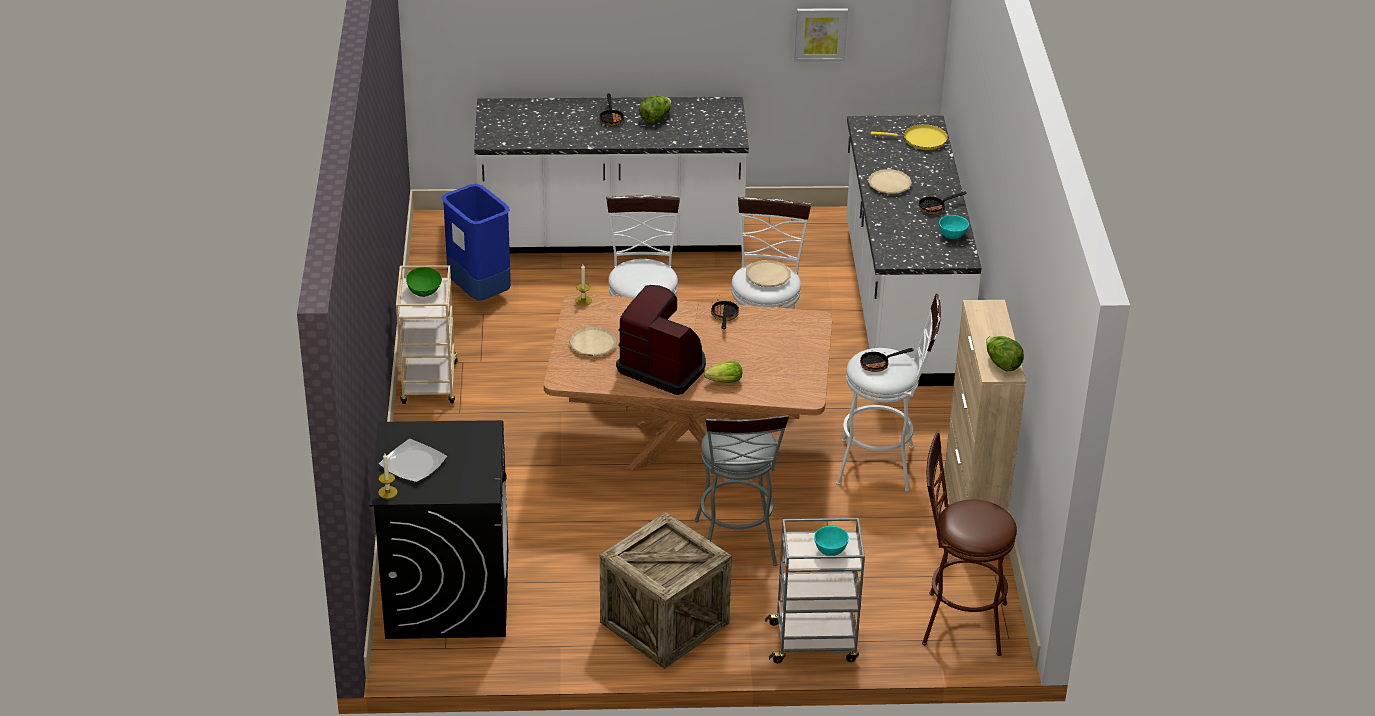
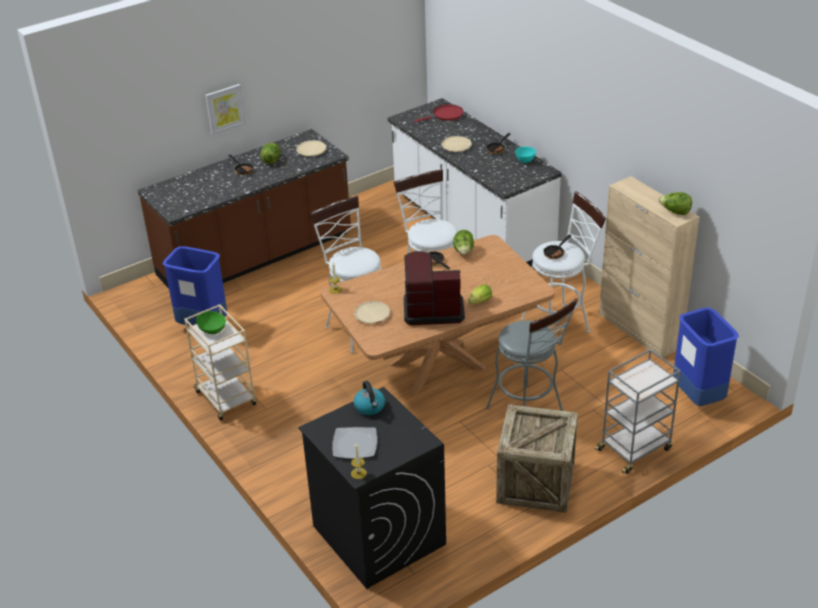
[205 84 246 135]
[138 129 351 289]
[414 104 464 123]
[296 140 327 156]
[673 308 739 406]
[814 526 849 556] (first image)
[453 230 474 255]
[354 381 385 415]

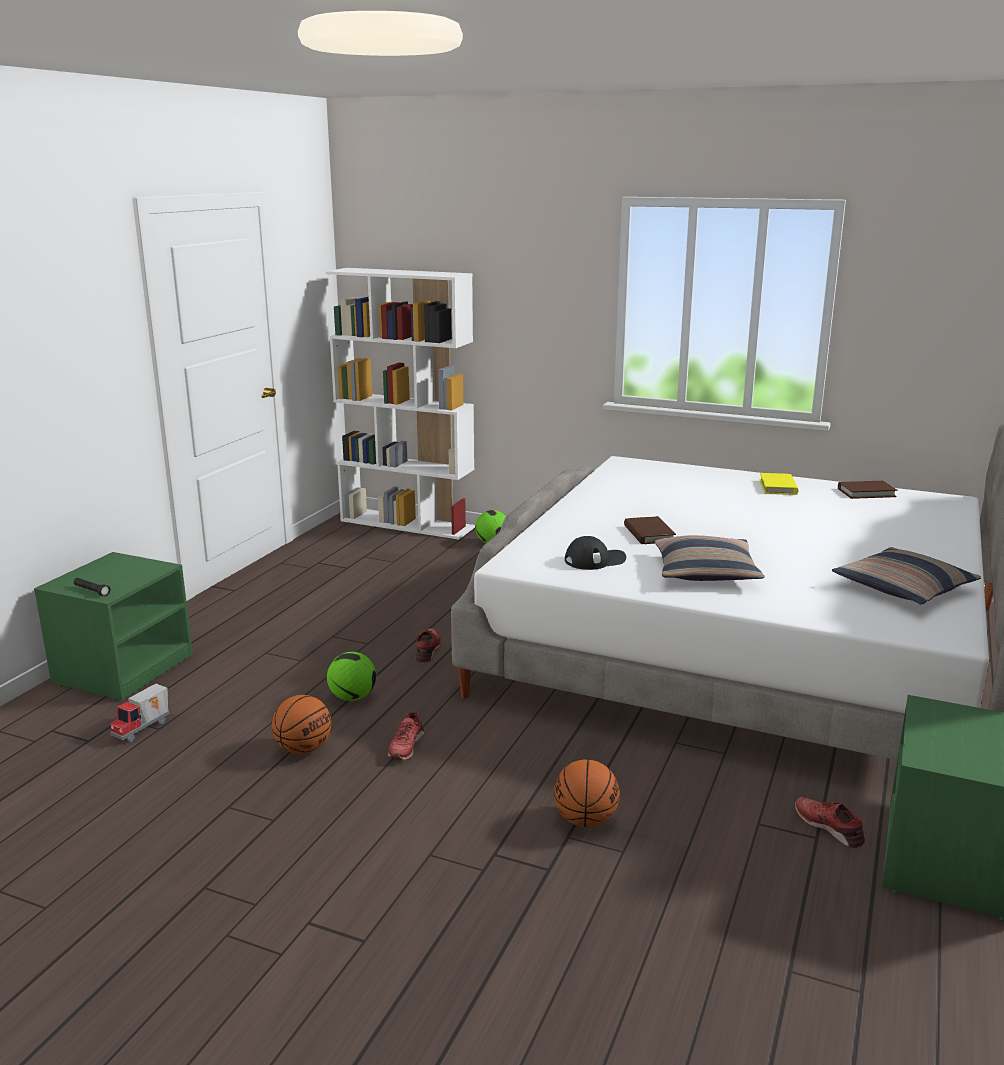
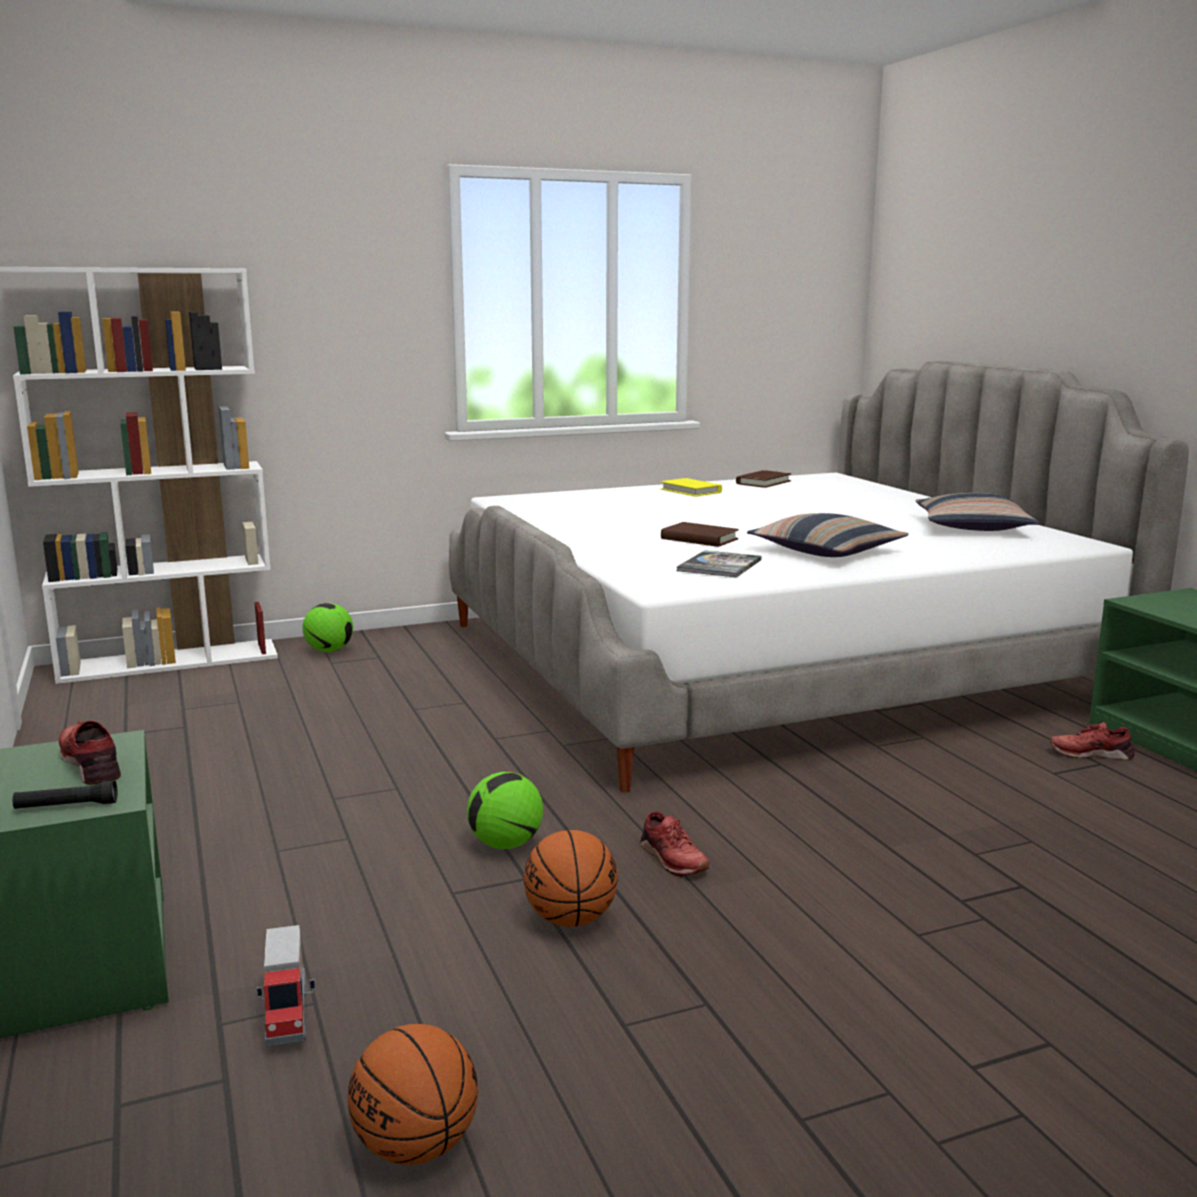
[677 550 762 577]
[59 720 121 785]
[348 1024 478 1165]

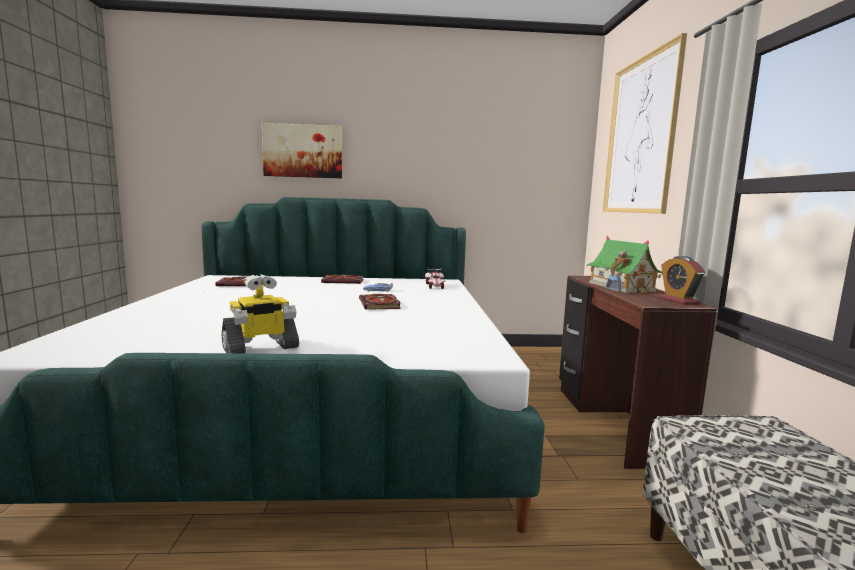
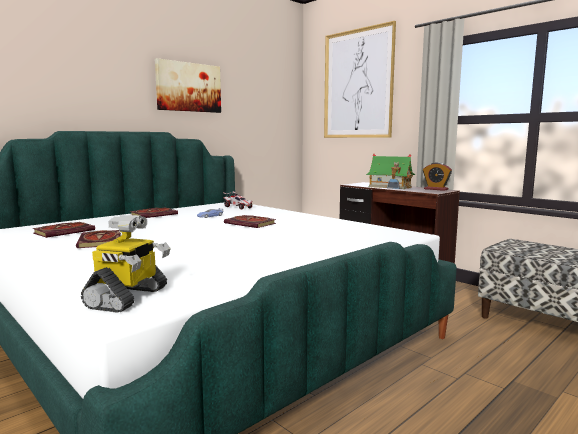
[155 58 221 113]
[81 215 170 313]
[76 230 121 248]

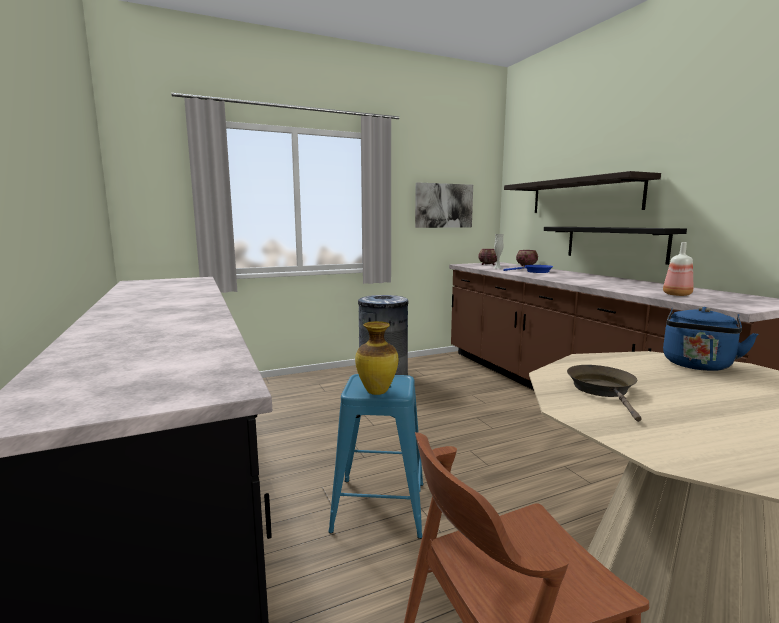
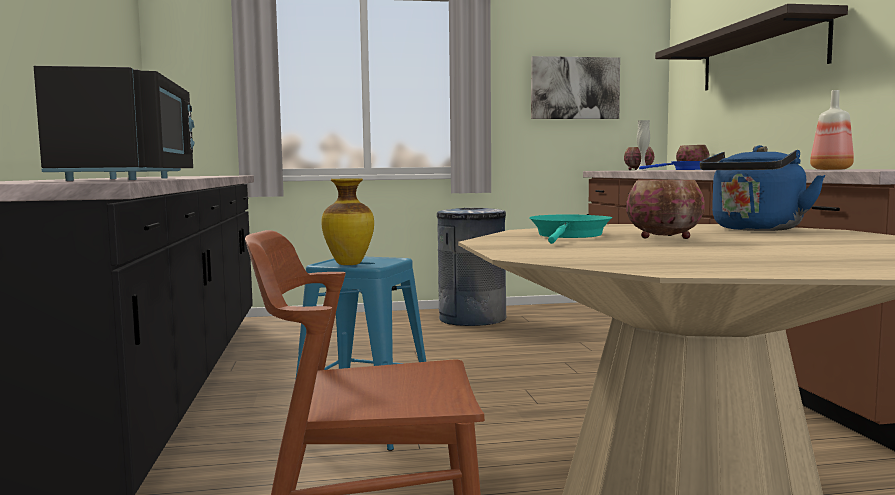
[544 227 687 265] (first image)
[529 214 612 244]
[34 66 194 181]
[626 180 705 239]

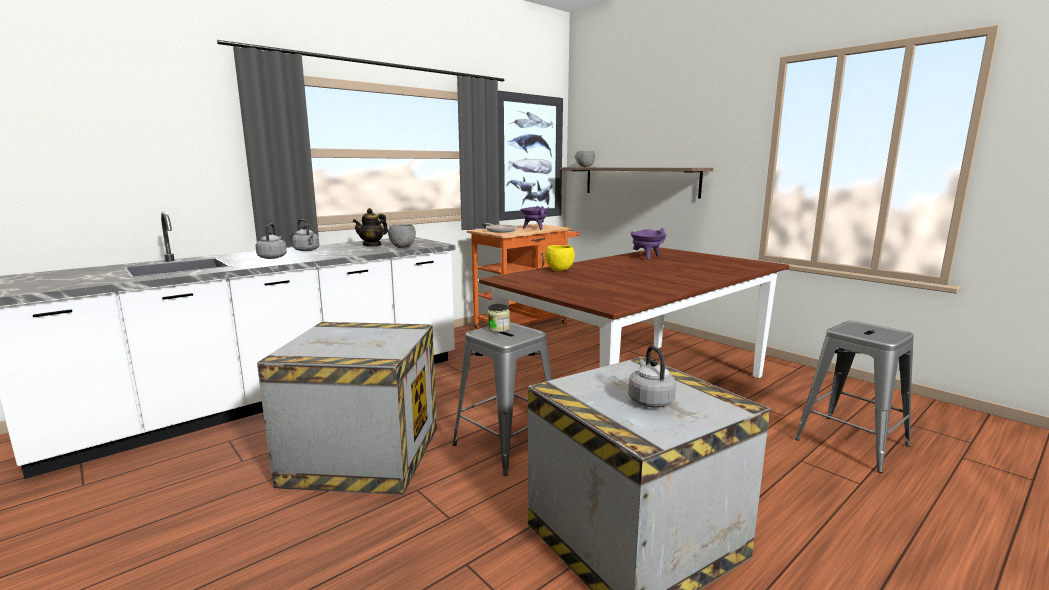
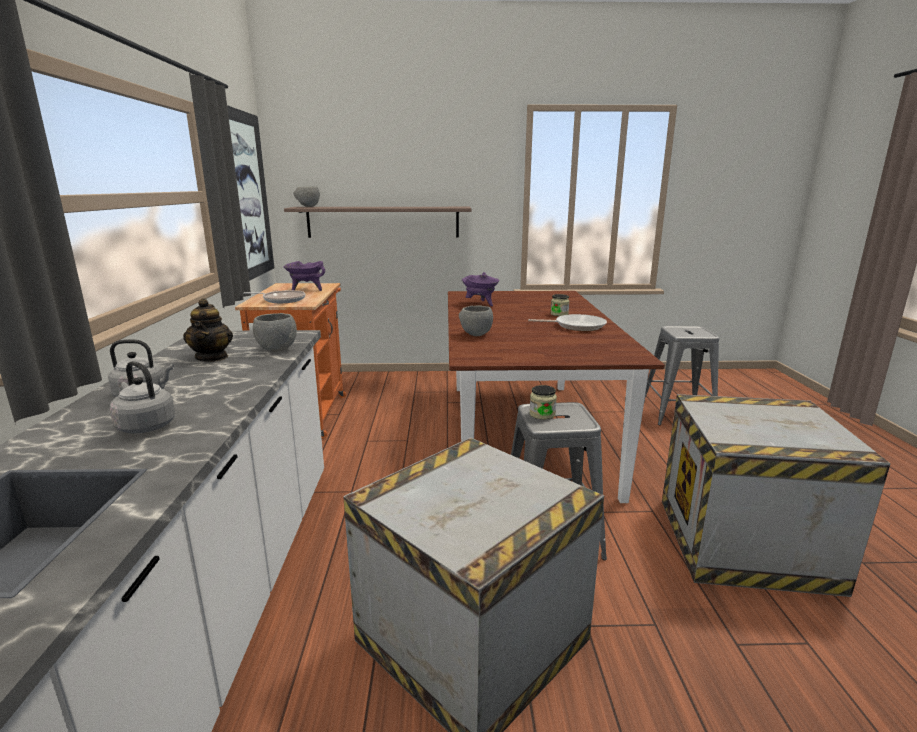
[459 305 493 336]
[628 346 676 408] (first image)
[551 294 569 316]
[528 314 607 331]

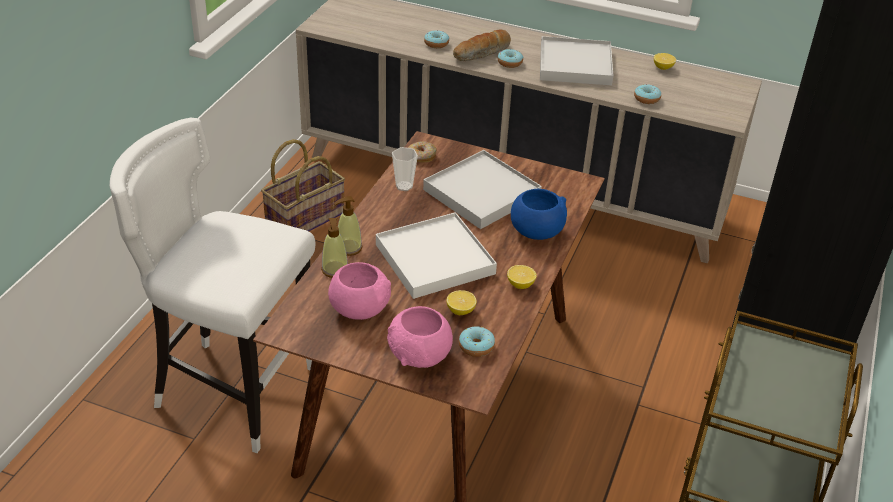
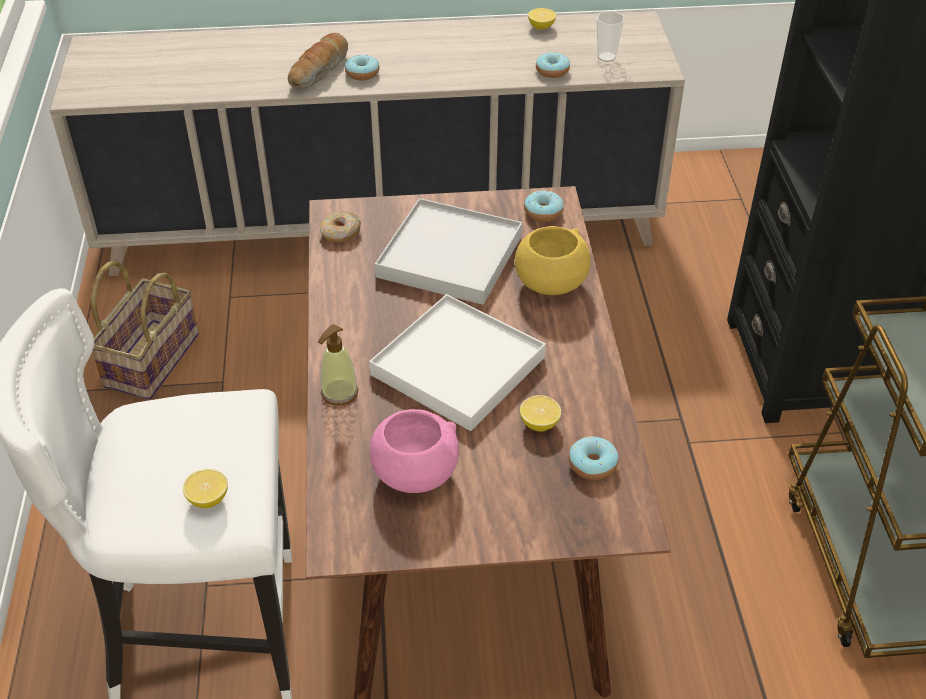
[524 191 564 222]
[540 36 613 85] (first image)
[596 11 625 62]
[515 226 591 295]
[321 218 348 278] (first image)
[183 469 228 508]
[387 306 453 368] (first image)

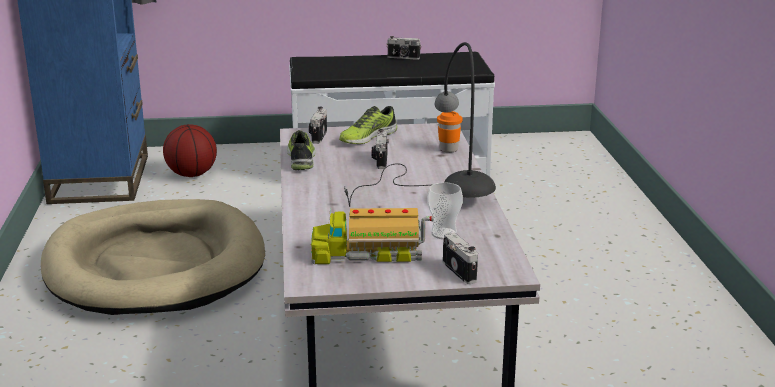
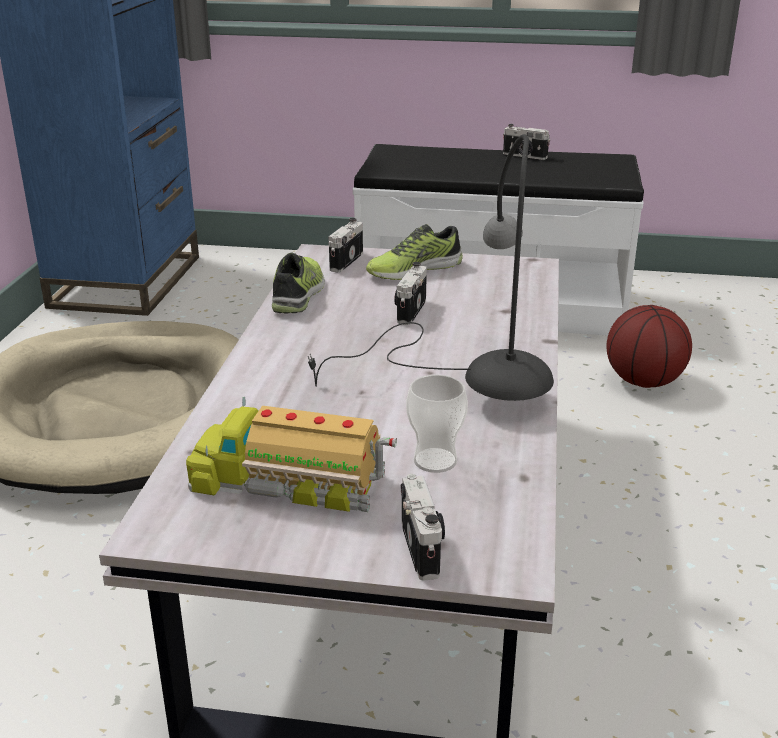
[437 111 462 153] (first image)
[606 305 692 388]

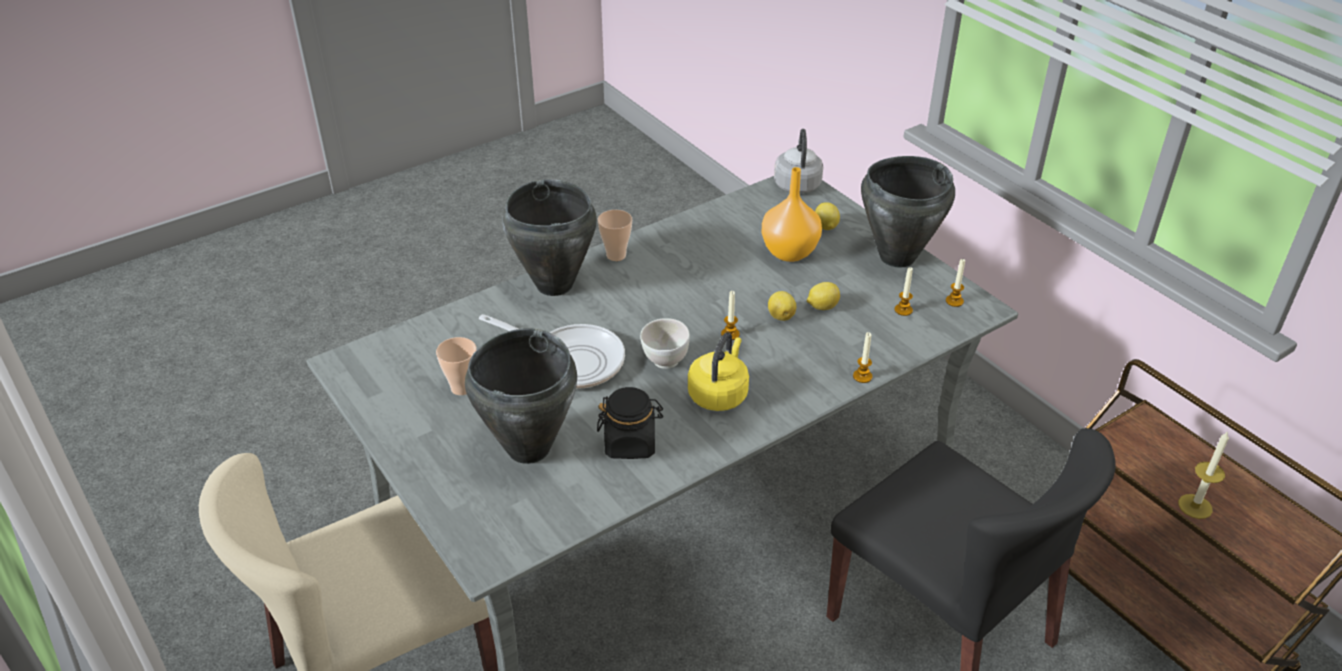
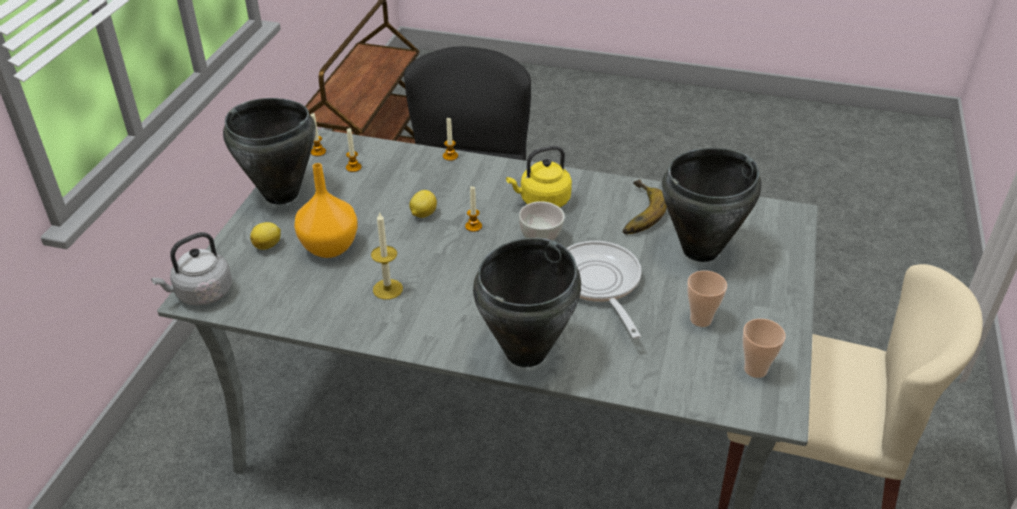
[743 319 786 378]
[807 282 840 310] (first image)
[623 180 667 234]
[371 211 403 300]

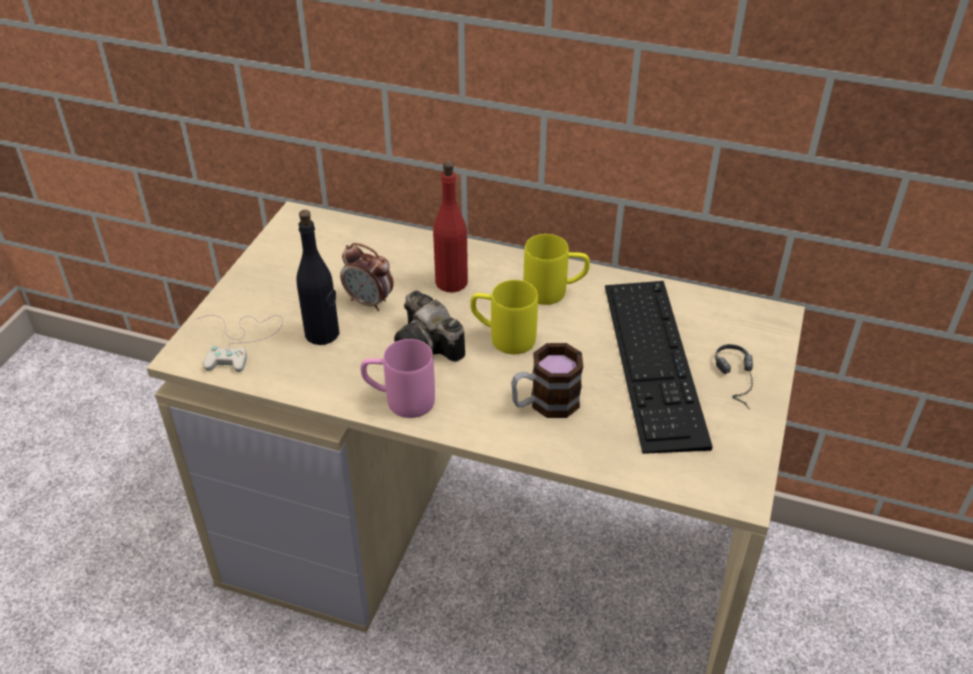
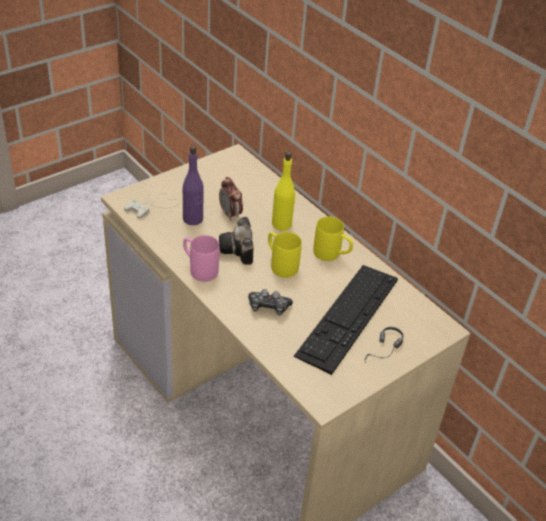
[272 151 295 231]
[183 146 204 225]
[248 289 293 316]

